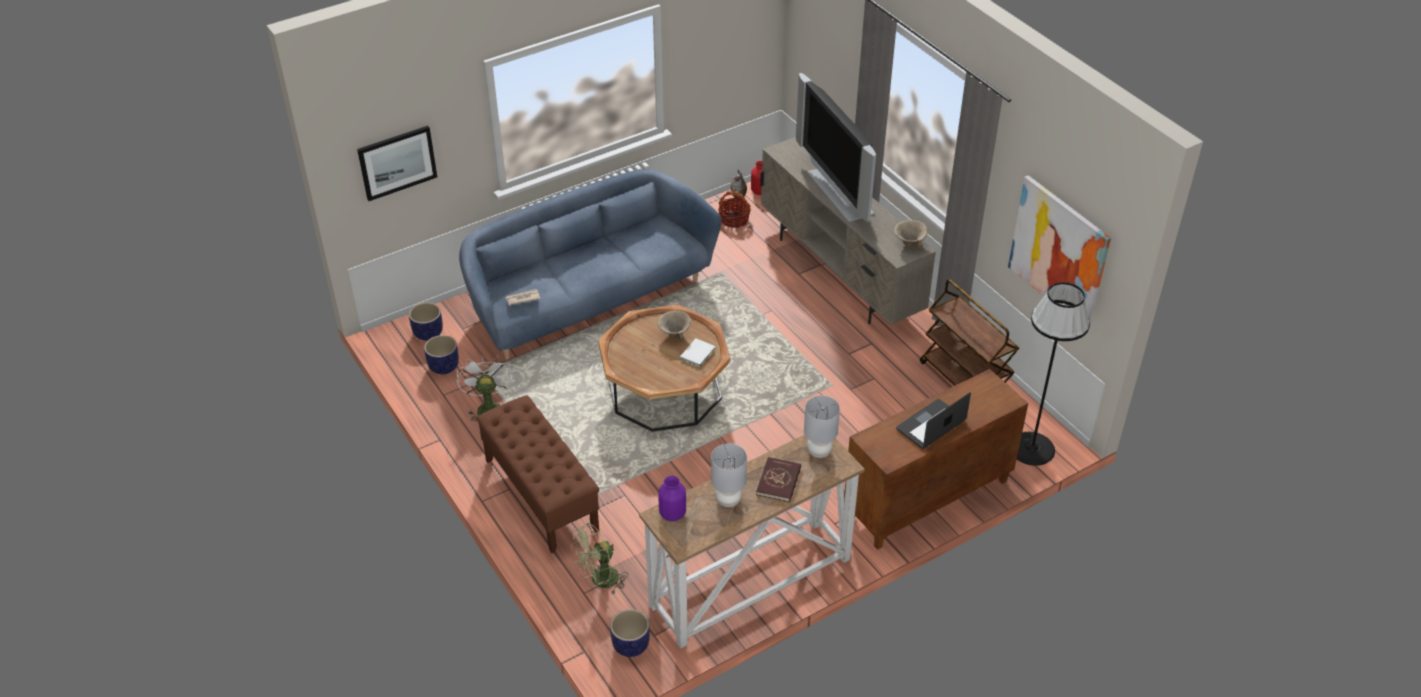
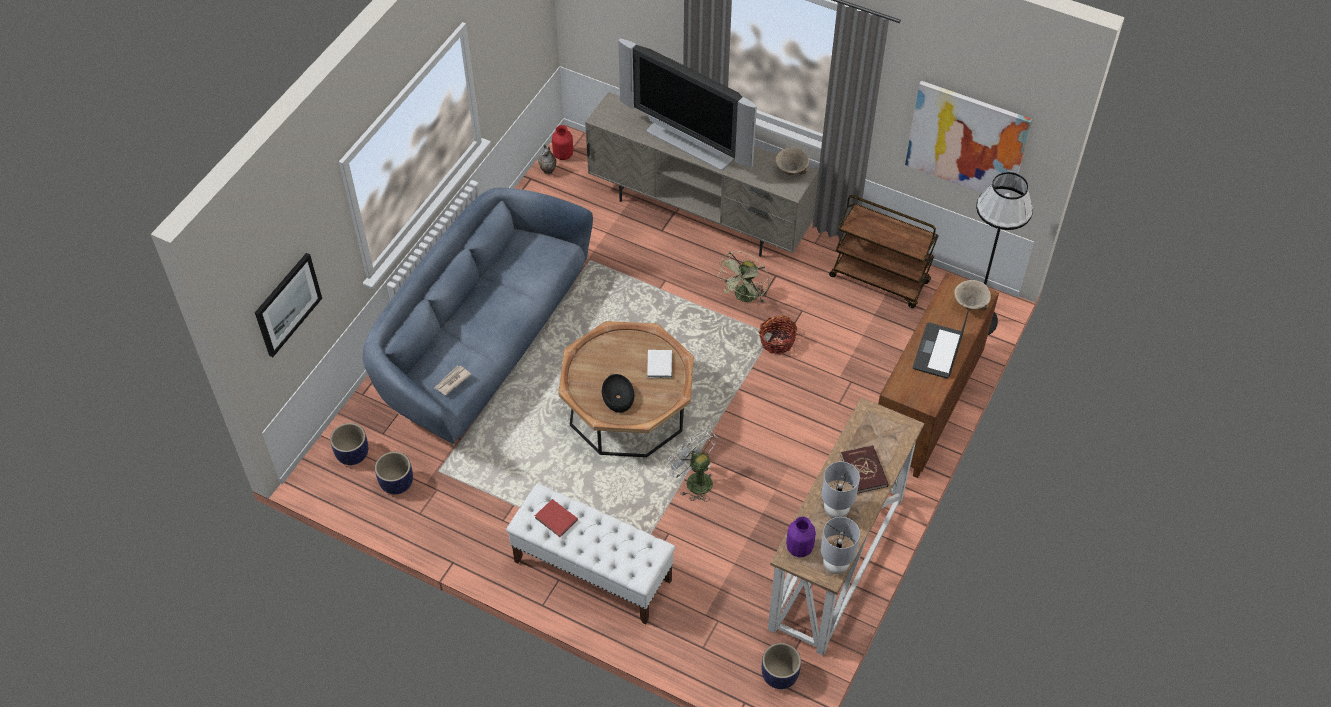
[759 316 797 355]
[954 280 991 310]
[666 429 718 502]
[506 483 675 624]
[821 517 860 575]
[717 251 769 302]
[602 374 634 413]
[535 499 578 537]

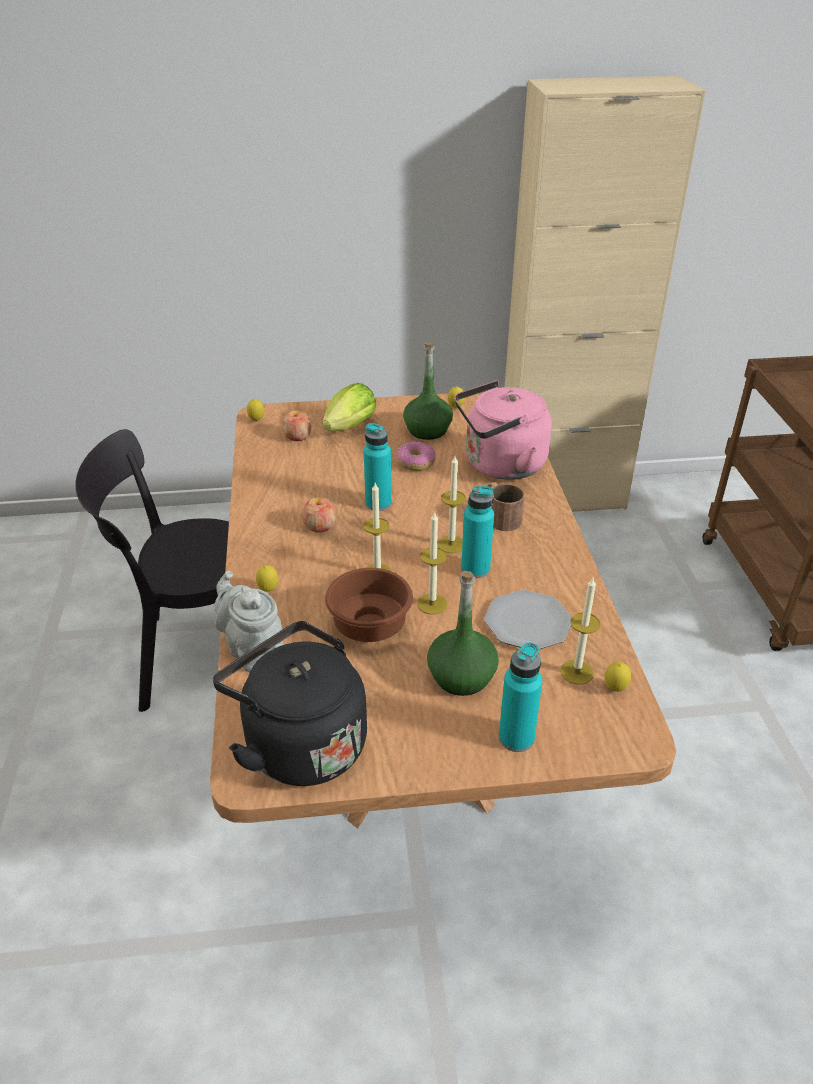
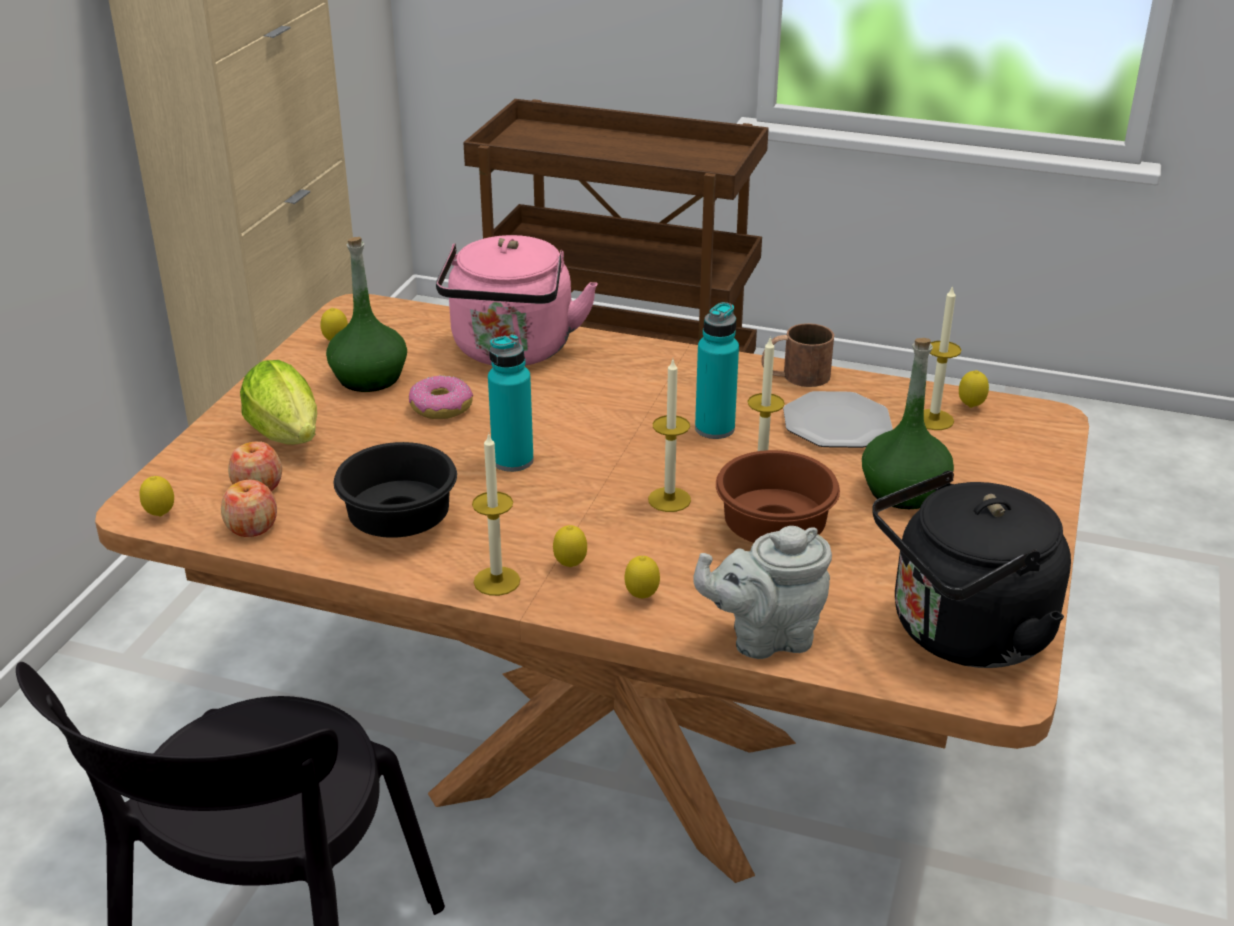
[472 432 520 596]
[761 323 834 387]
[221 480 277 537]
[499 642 542 752] (first image)
[334 442 457 538]
[553 525 587 567]

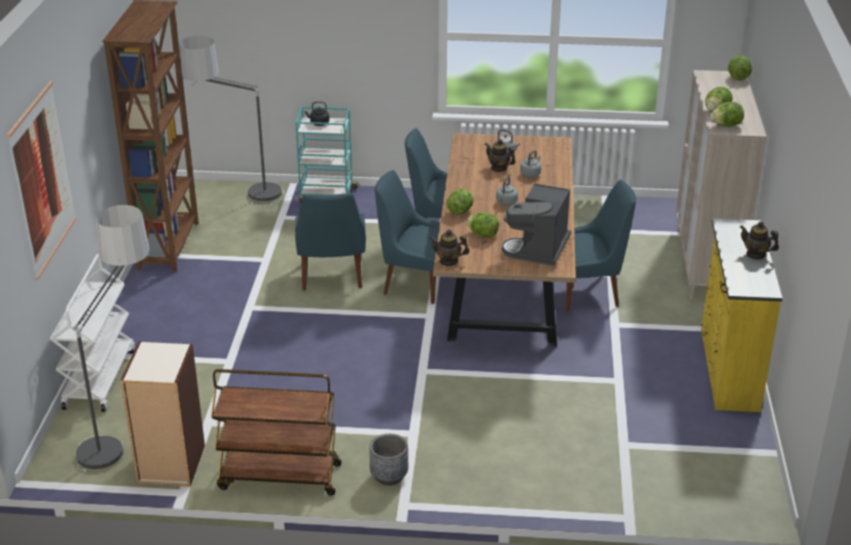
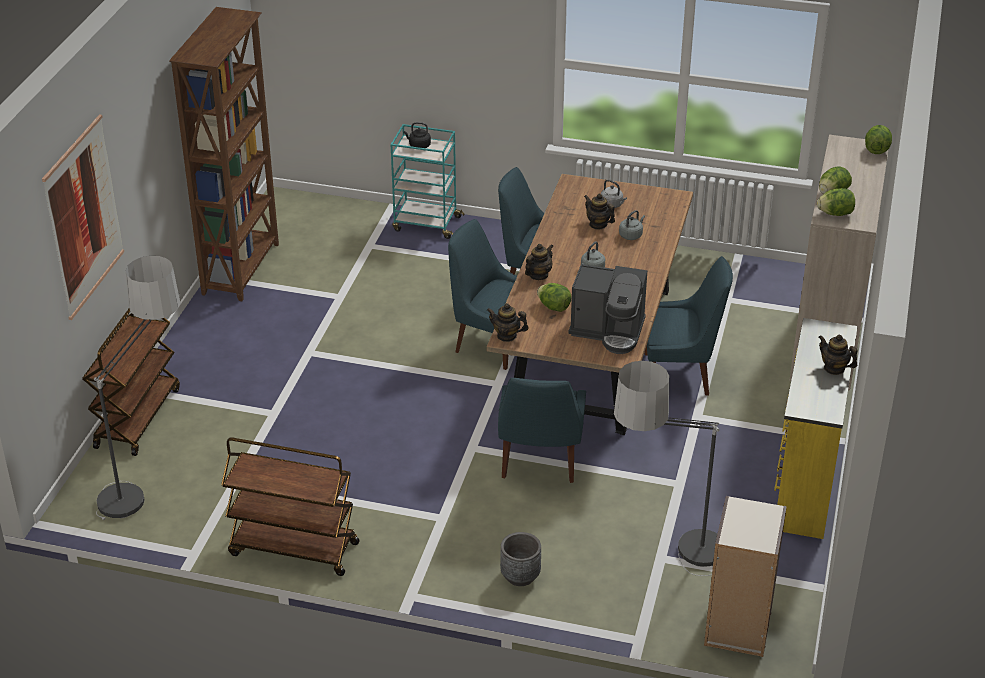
[613 361 719 576]
[568 264 647 354]
[525 244 553 280]
[498 378 586 483]
[83 309 180 456]
[704 496 787 657]
[500 532 541 586]

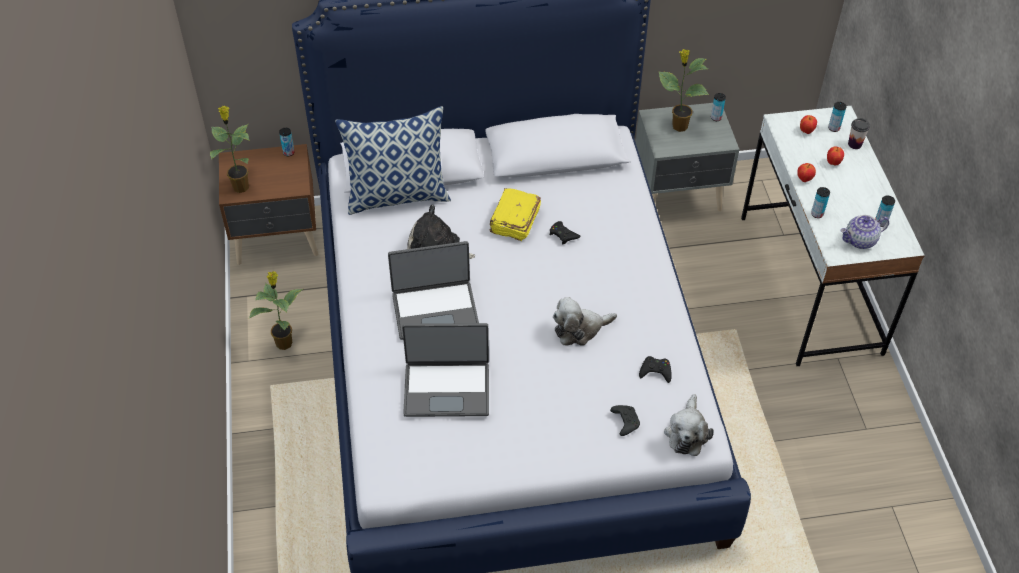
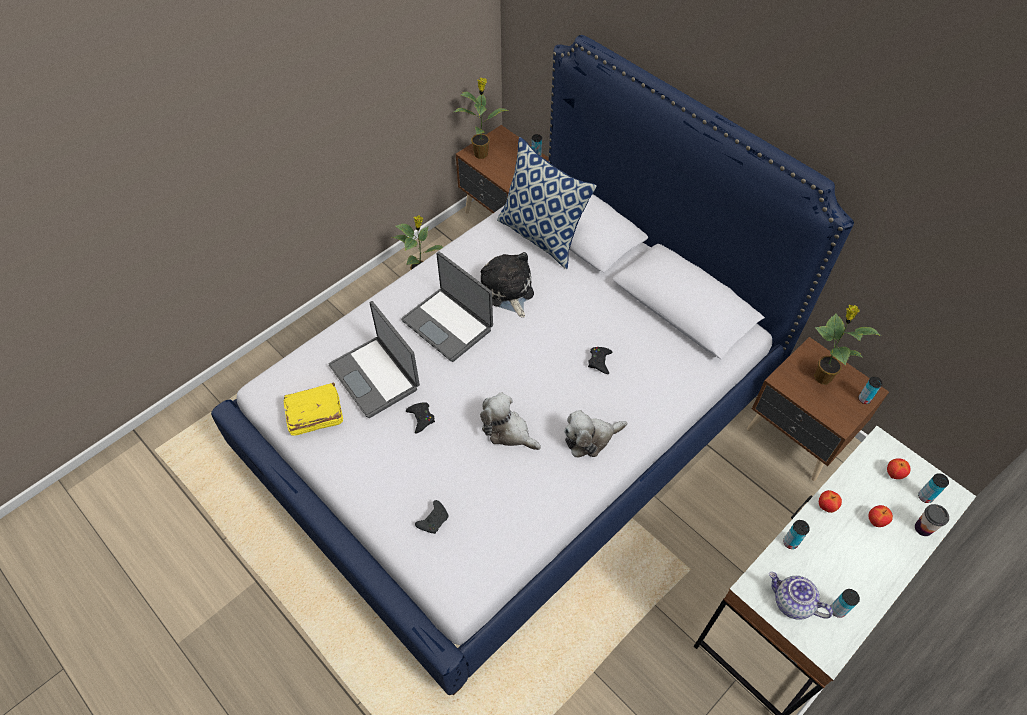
[747 337 889 481]
[283 383 343 436]
[406 402 435 434]
[564 410 627 457]

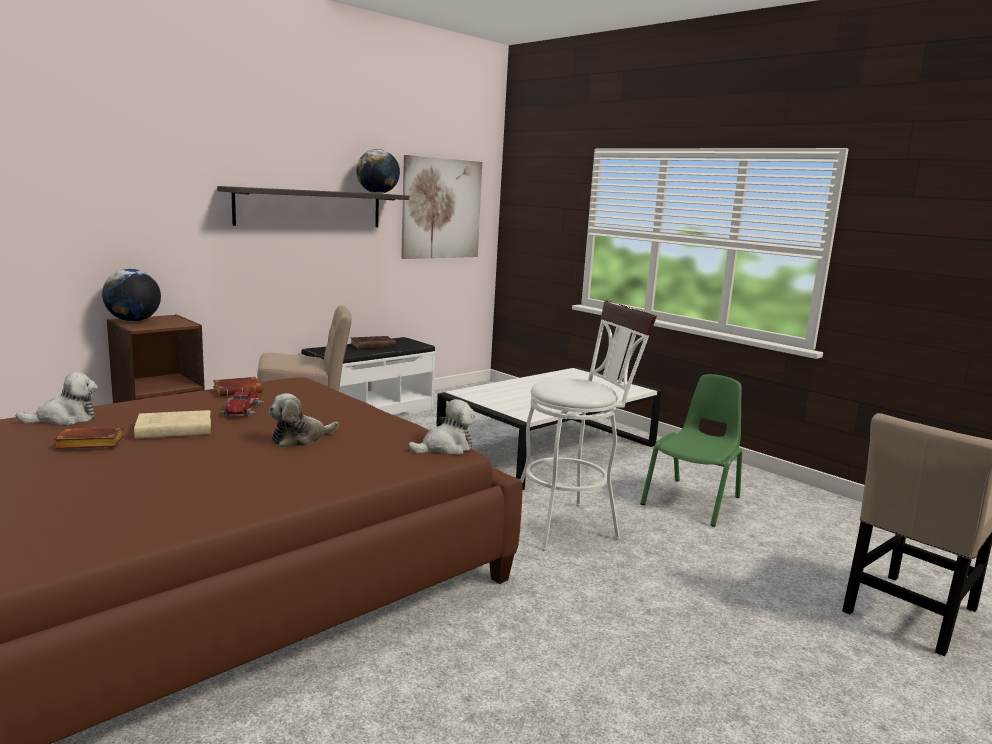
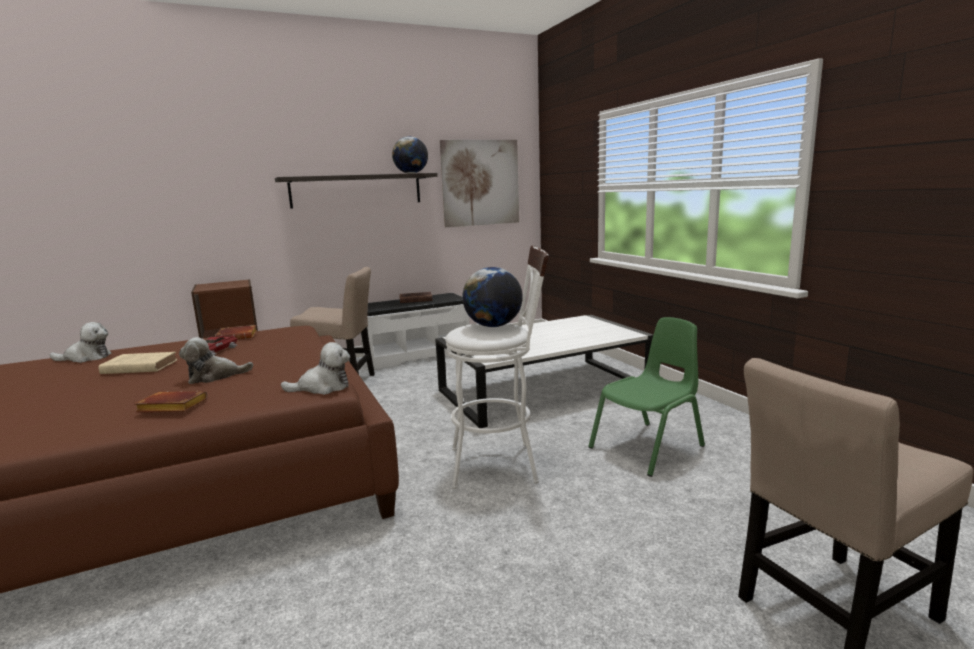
[462 267 523 327]
[134 391 207 412]

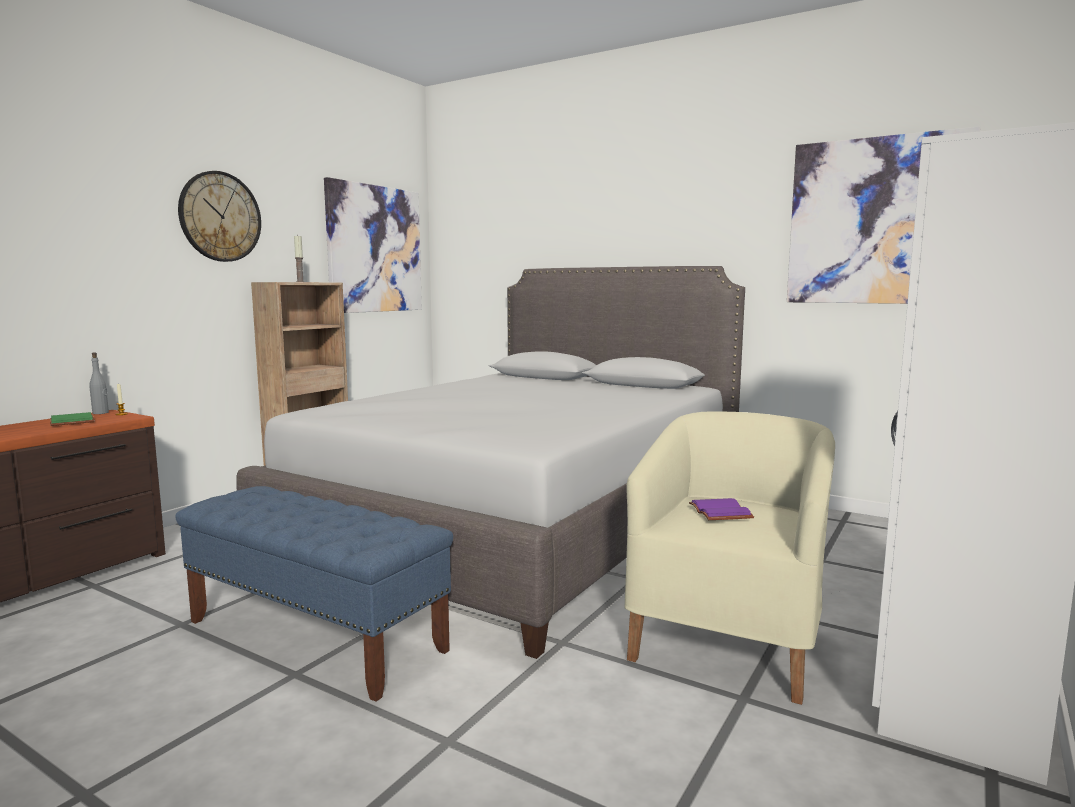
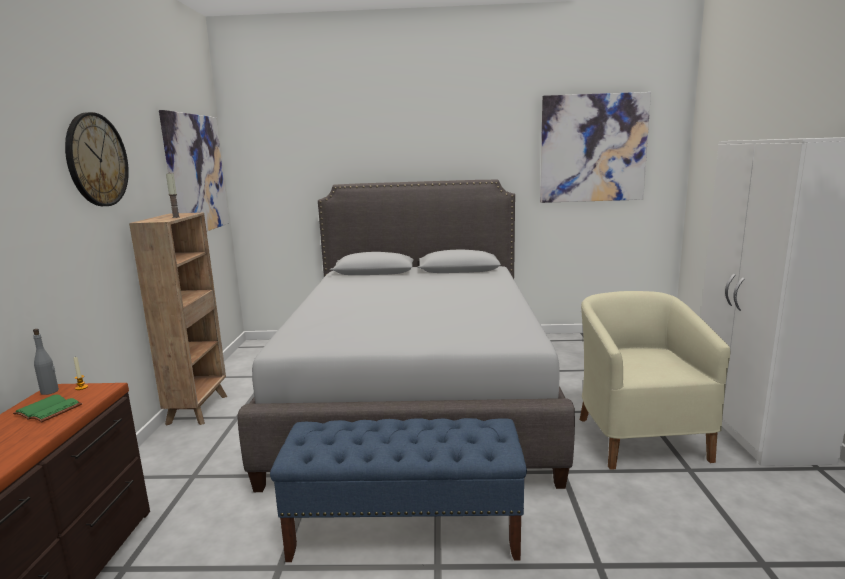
[689 498 754 520] (first image)

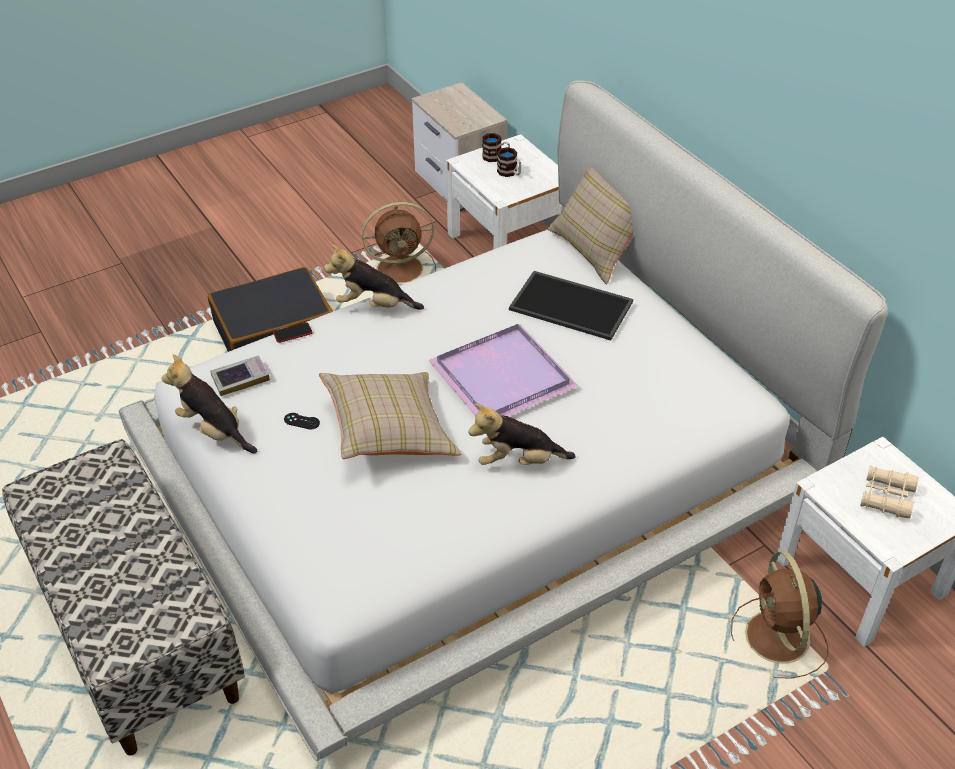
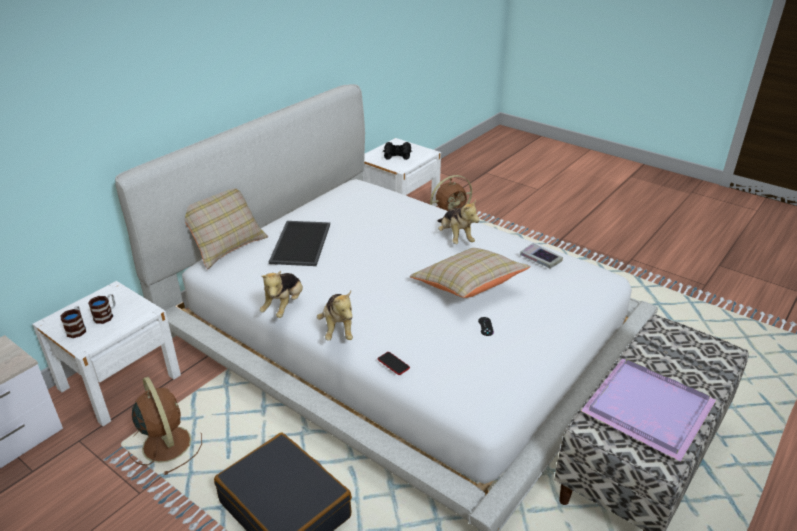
[581 358 716 462]
[260 271 303 318]
[520 243 563 268]
[383 142 412 160]

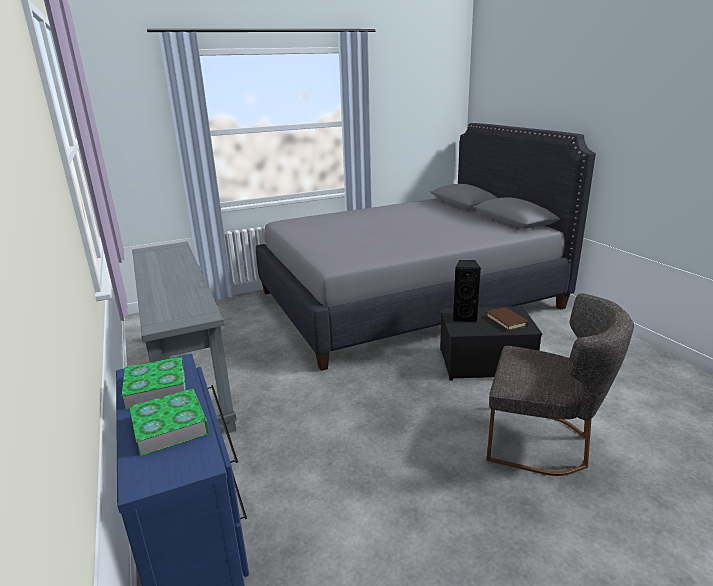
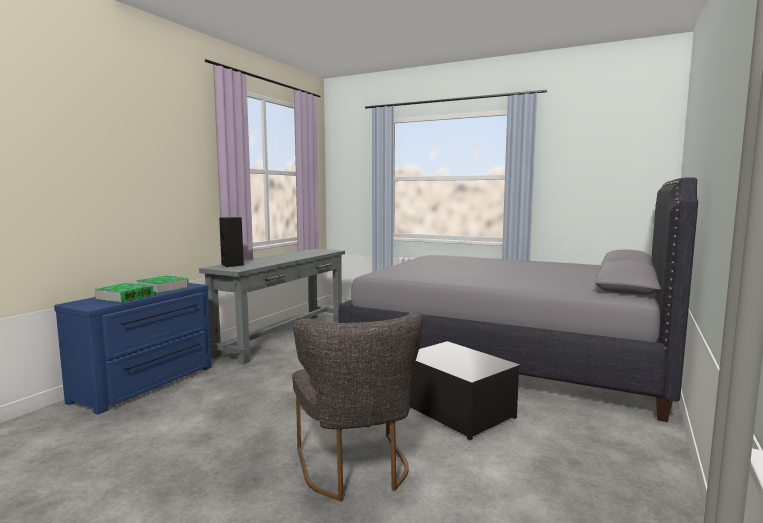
[219 217 244 267]
[486 307 529 331] (first image)

